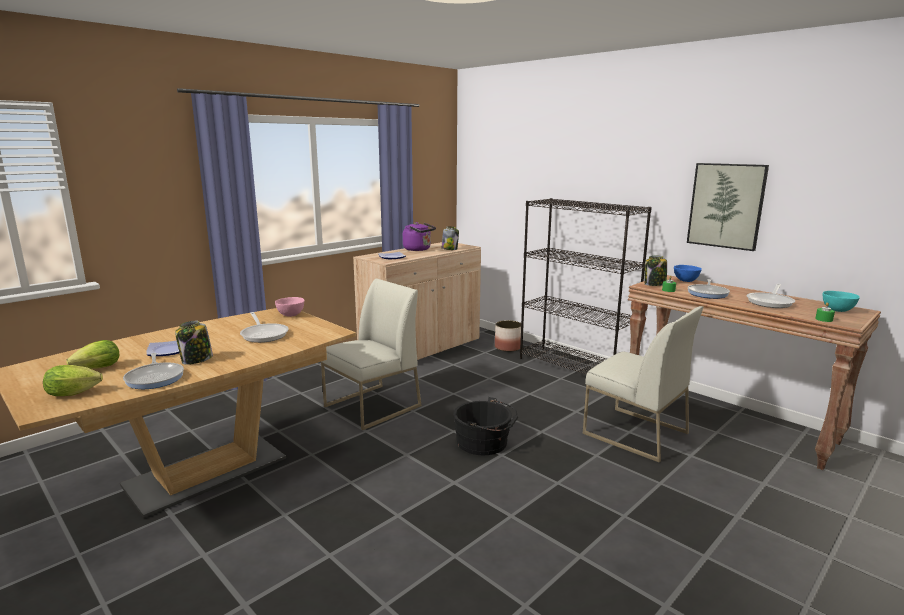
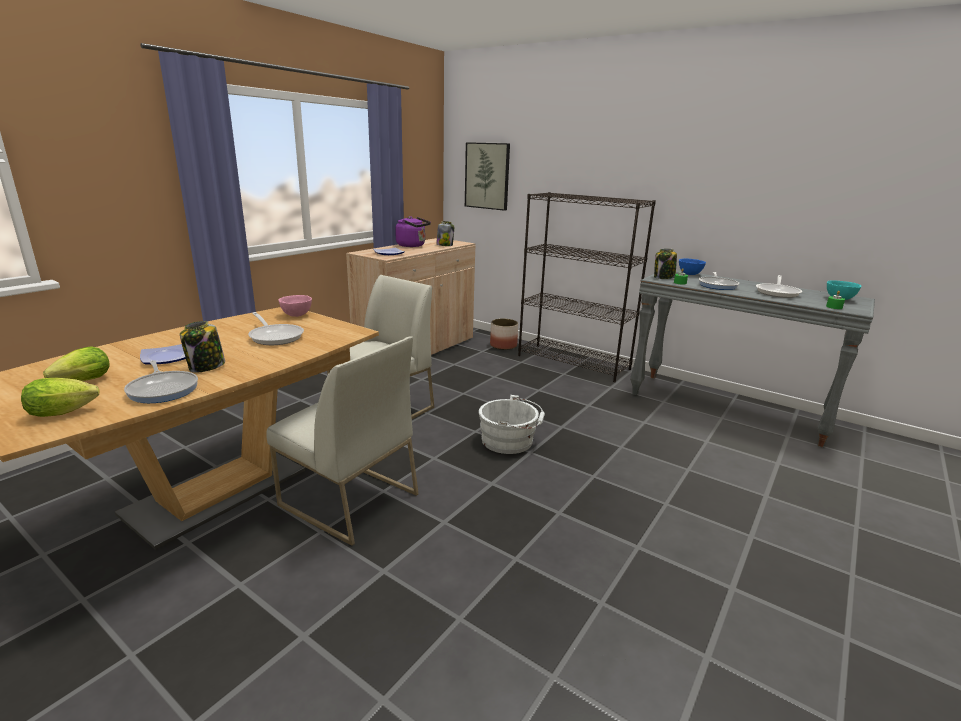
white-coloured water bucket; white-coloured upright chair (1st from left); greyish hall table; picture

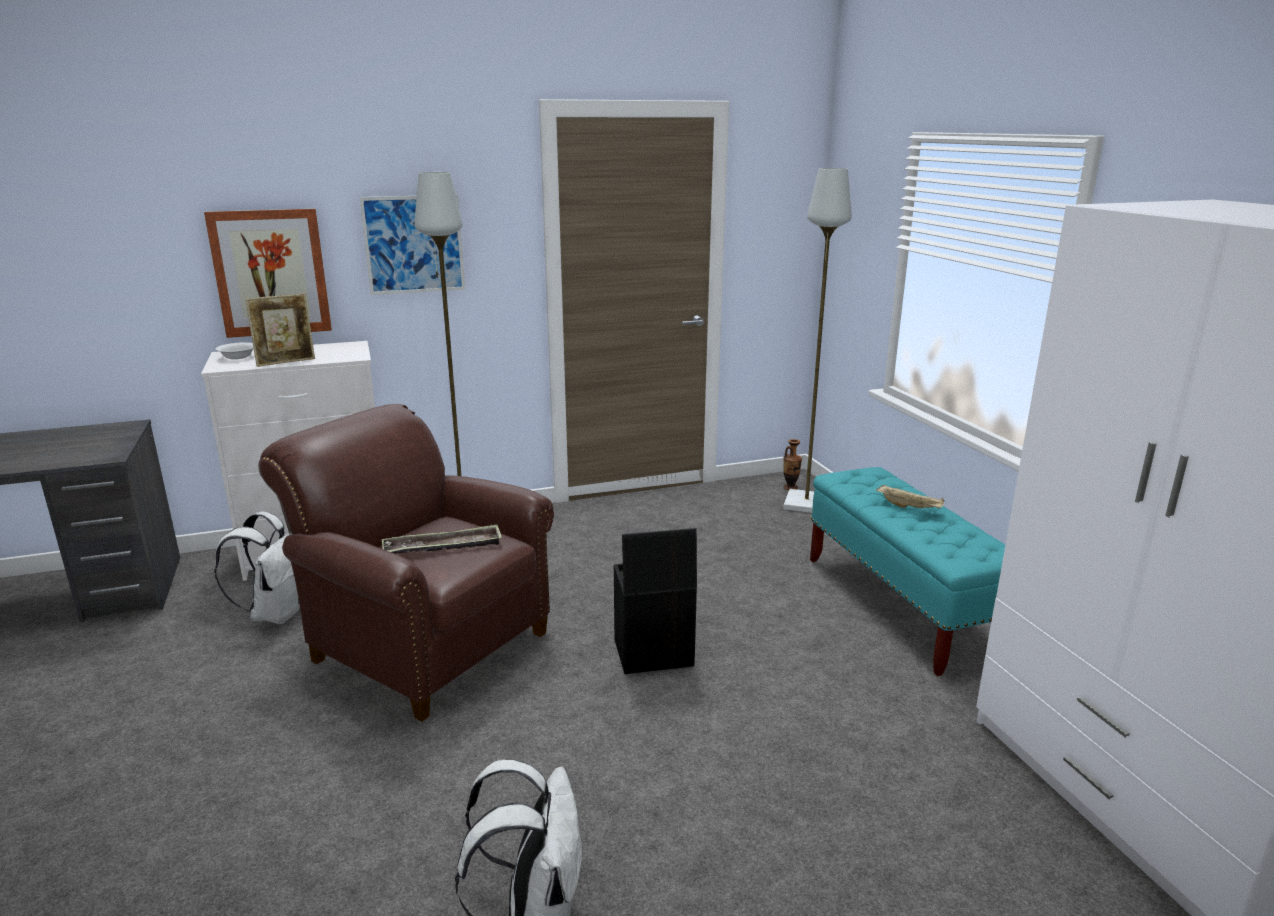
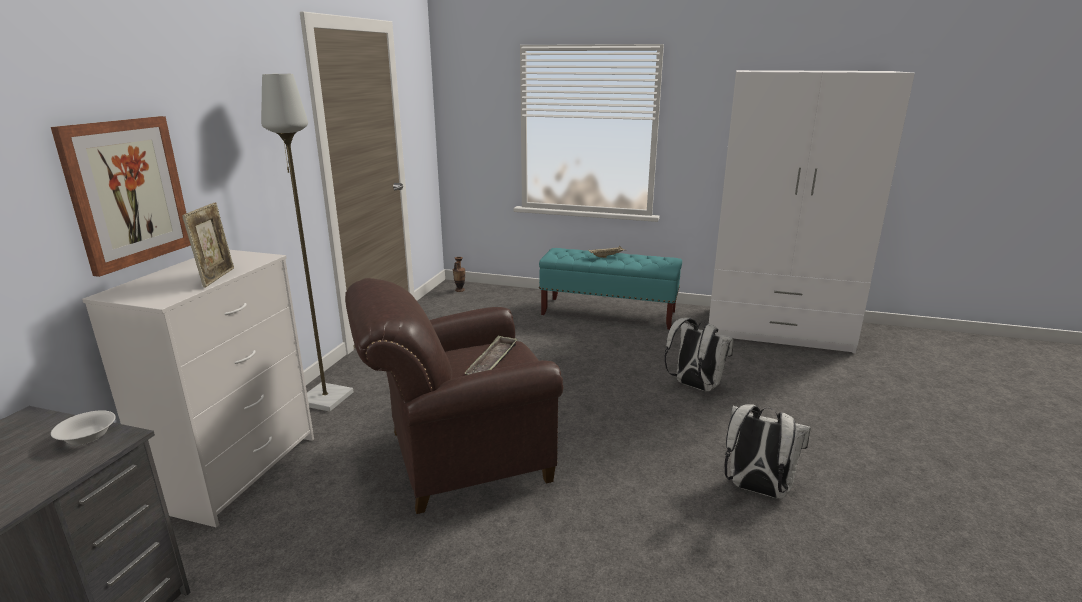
white-coloured rucksack (1st from left); white-coloured deep dish; picture (2nd from left in the first image); blackish storage container; greyish floor lamp (2nd from left in the first image)

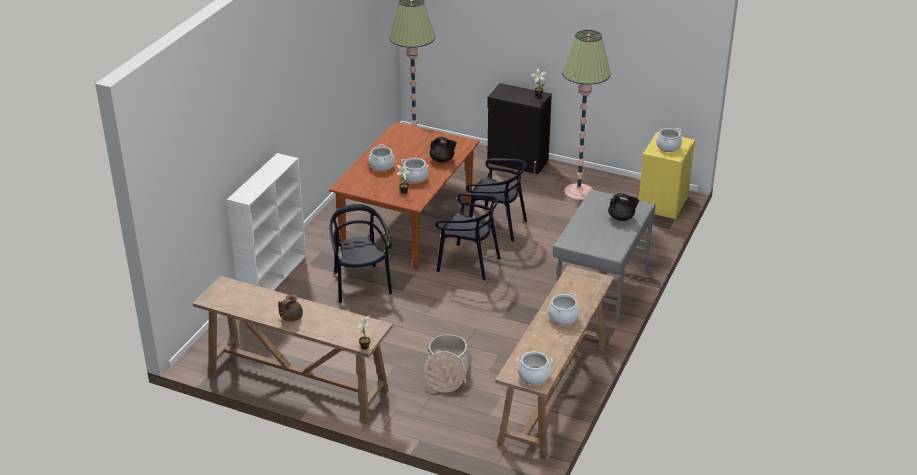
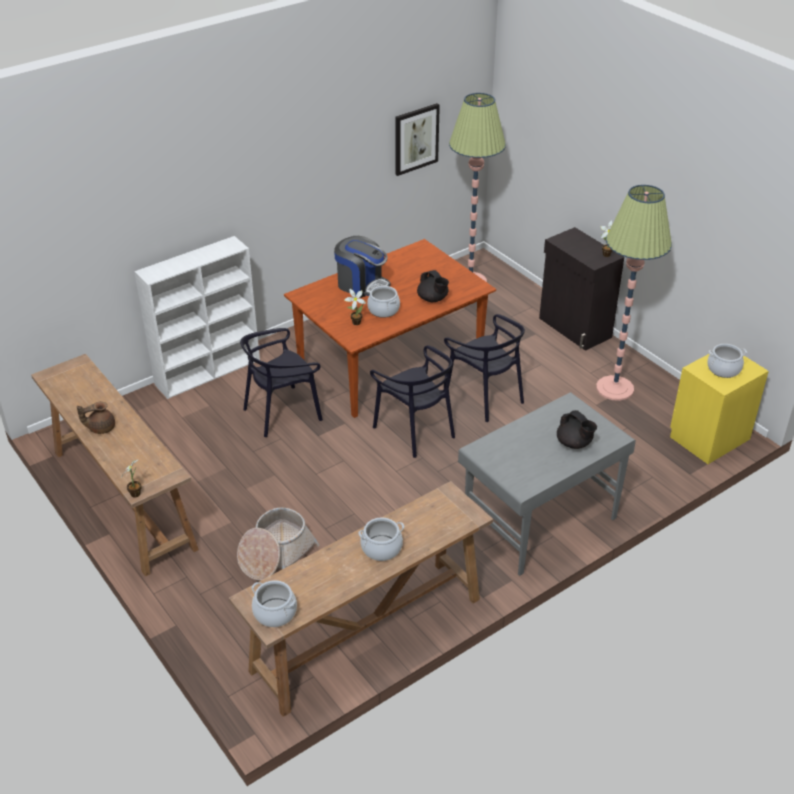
blackish upright chair (1st from left); coffee brewer; picture

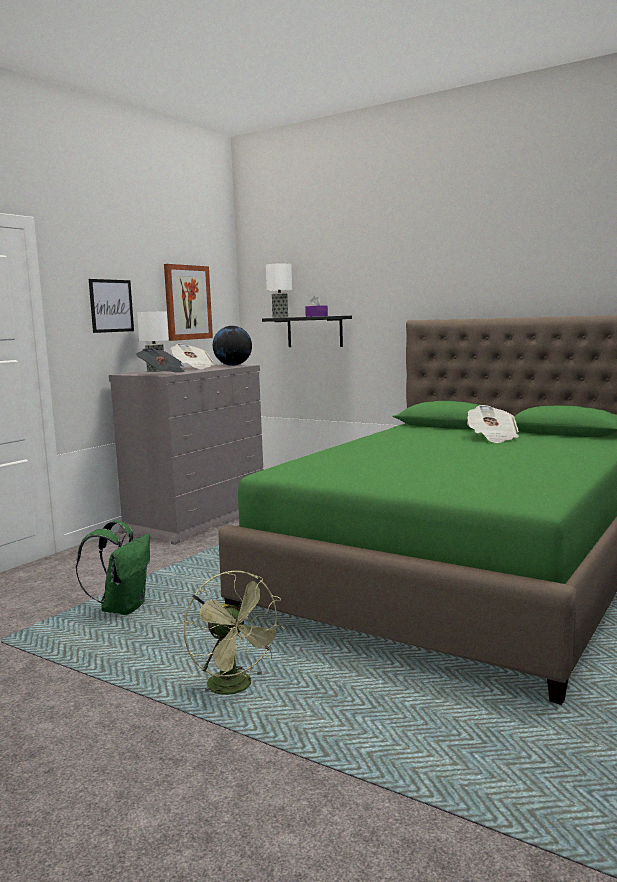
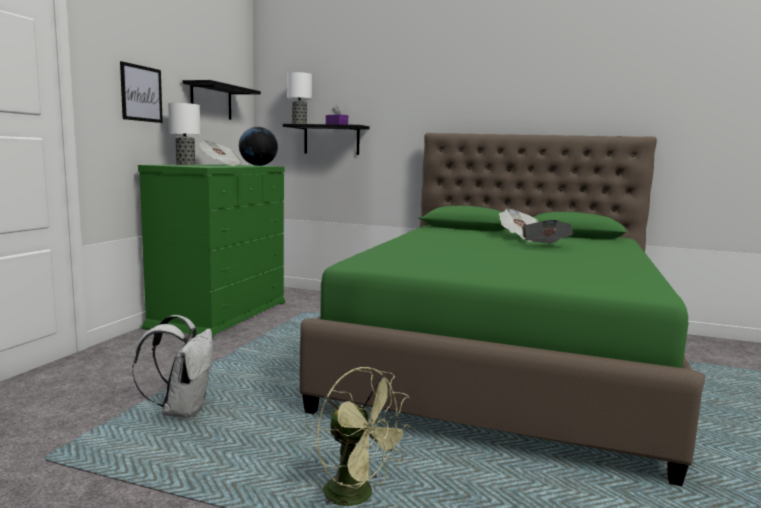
white-coloured rucksack; greenish chest of drawers; daily paper (3rd from left); blackish wall shelf (1st from left)

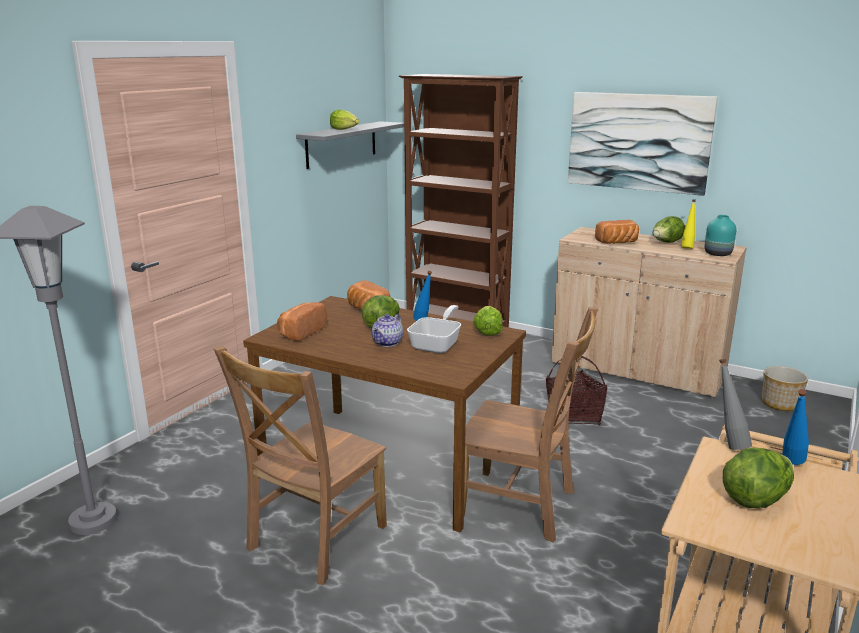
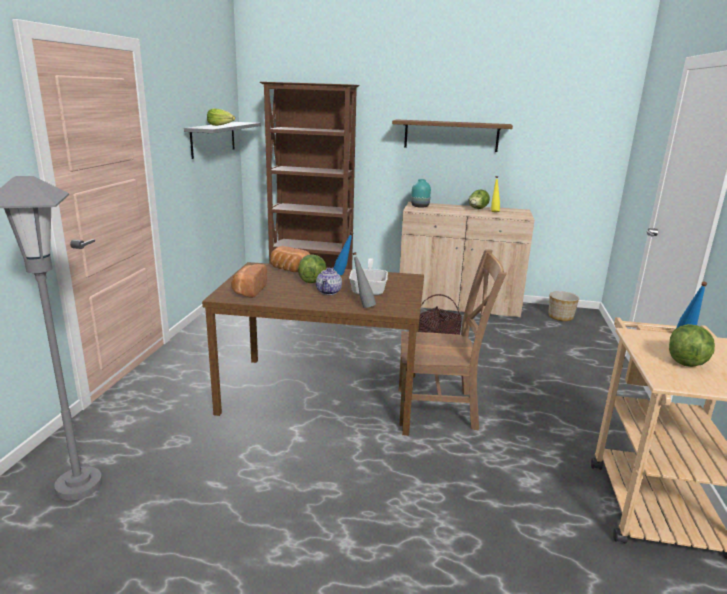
brownish upright chair (1st from left in the first image); lettuce head (3rd from left in the first image); brownish wall shelf; bread (3rd from left in the first image); blue-green decorative vase; greyish drink bottle

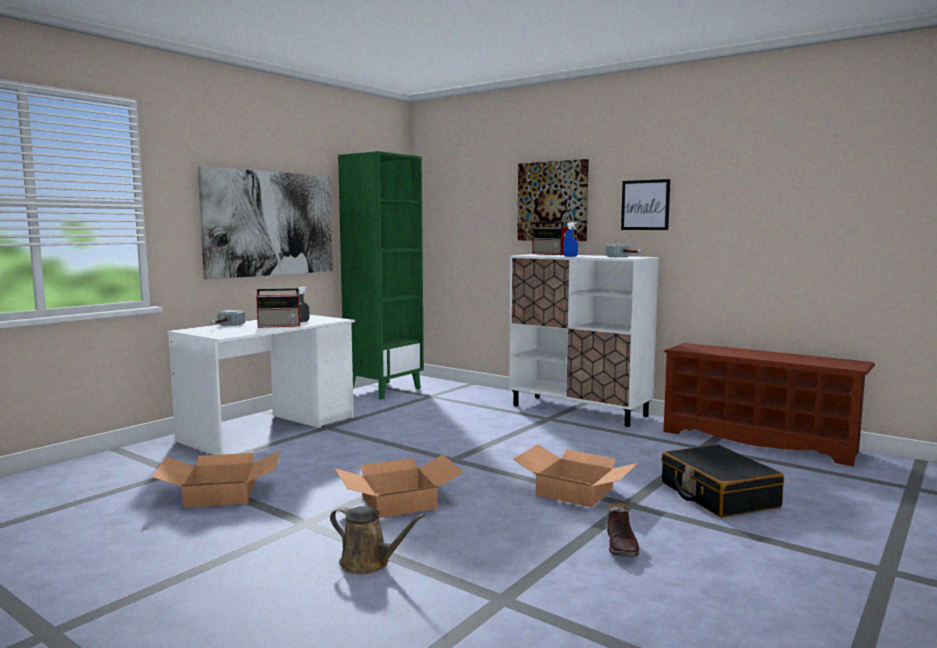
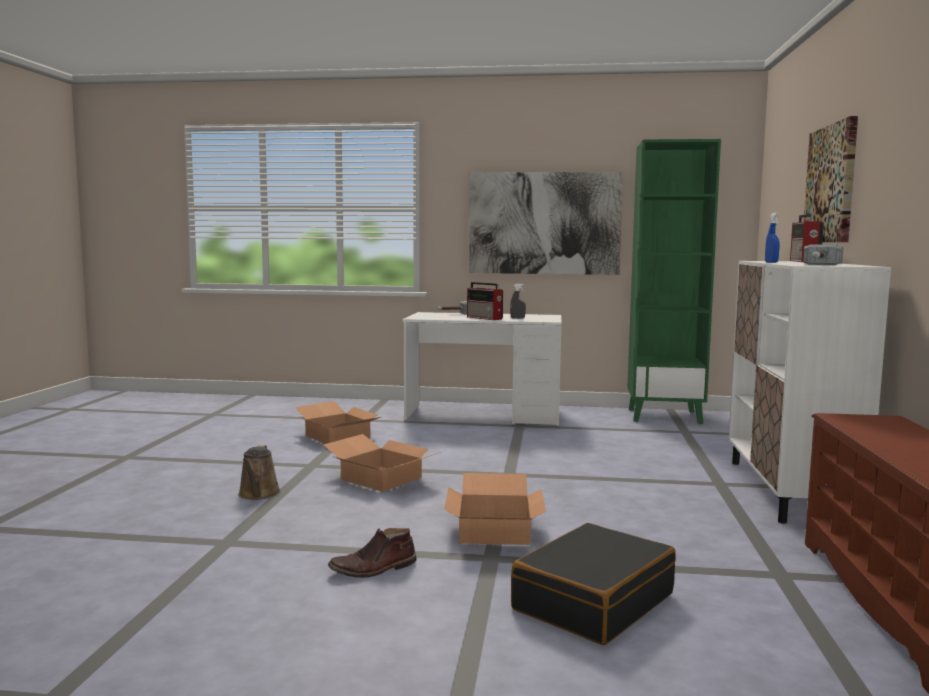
picture (3rd from left in the first image)

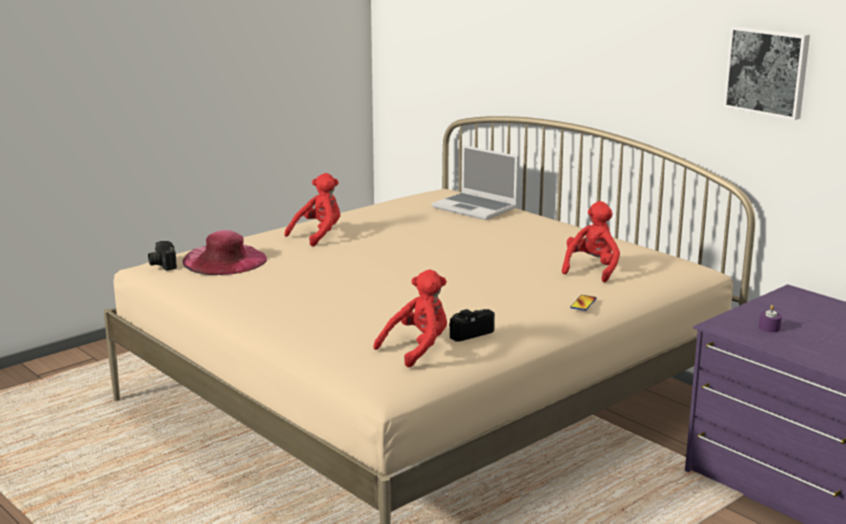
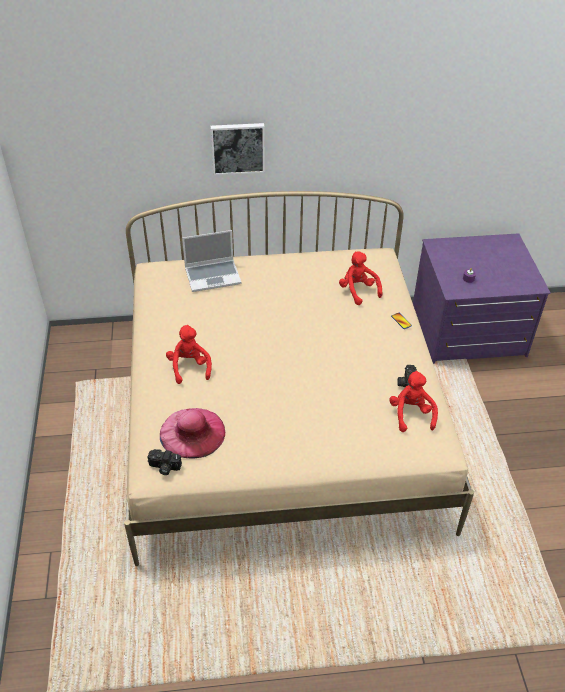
picture

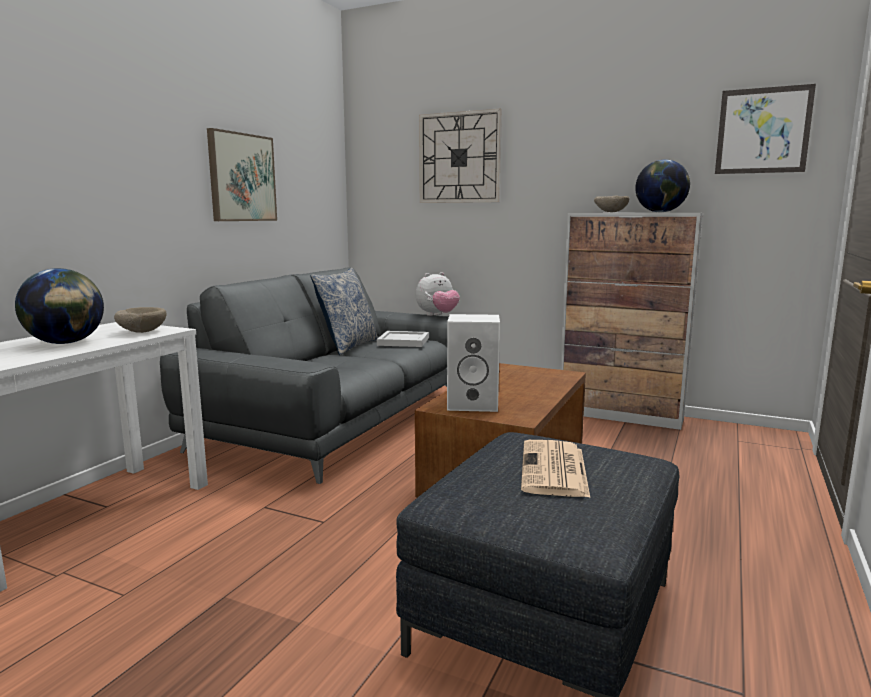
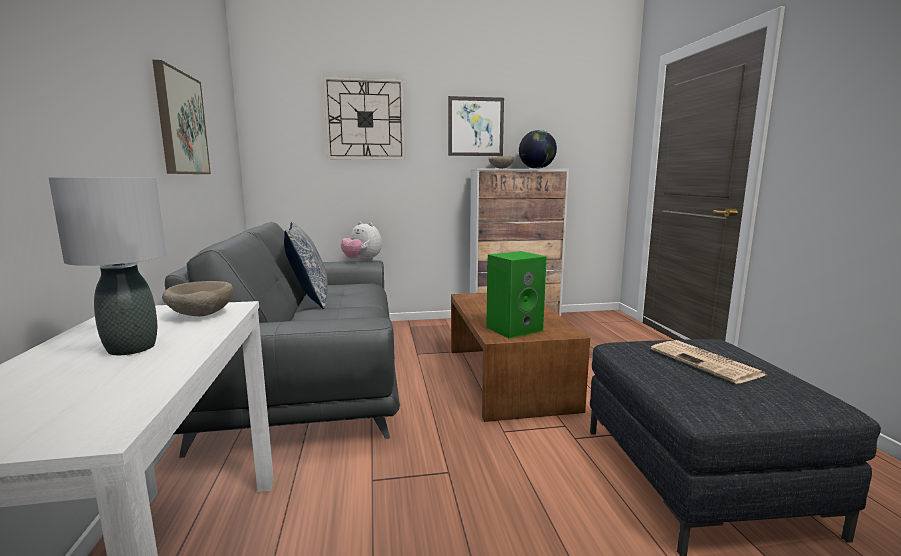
greyish lamp for a table; white-coloured tray; cuddly toy; greenish speaker; picture (2nd from left)

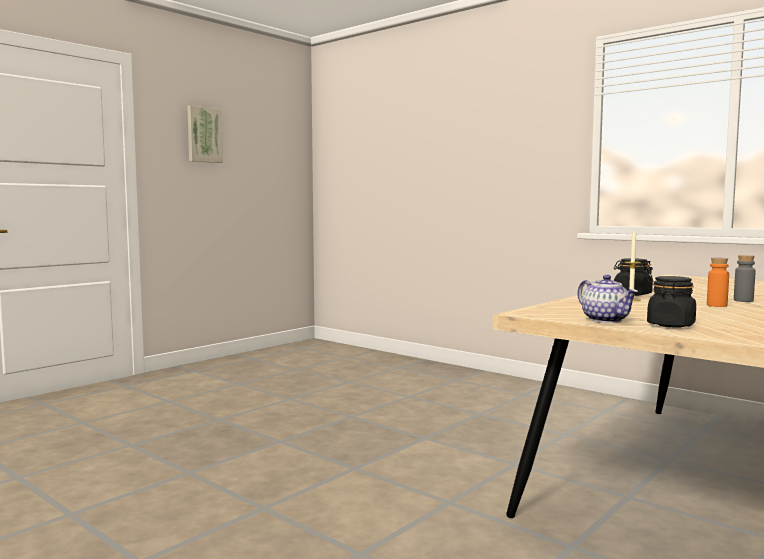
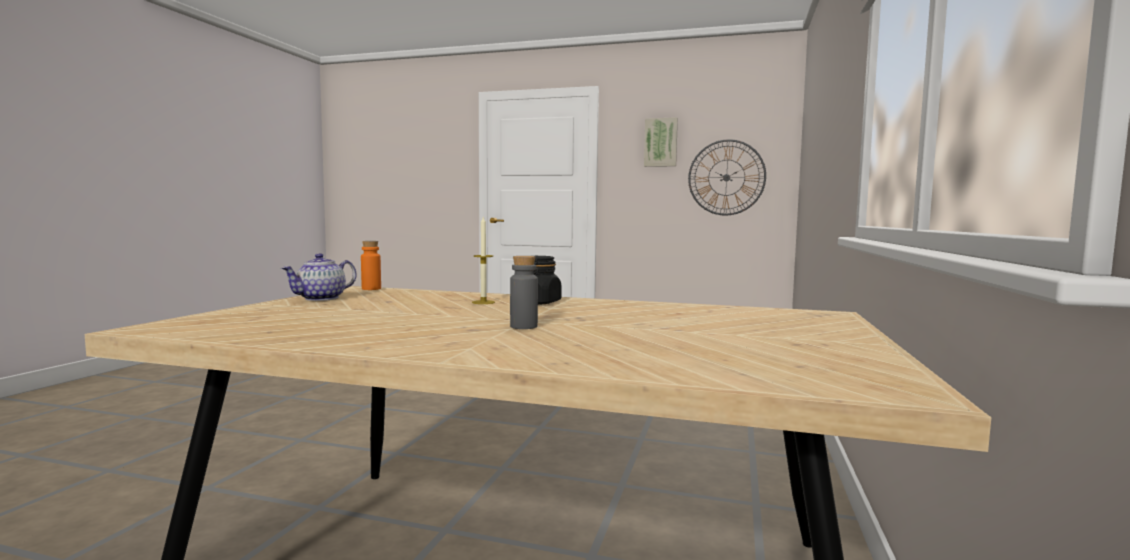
blackish preserve jar (2nd from left in the first image); orange drink bottle; wall clock

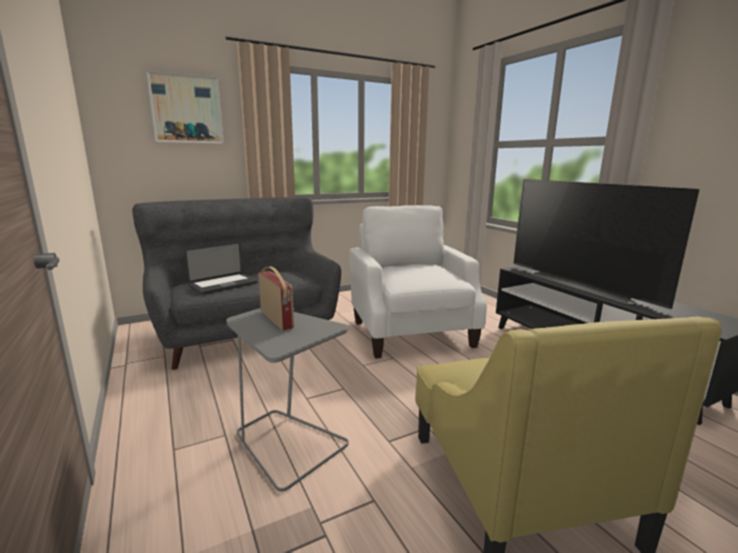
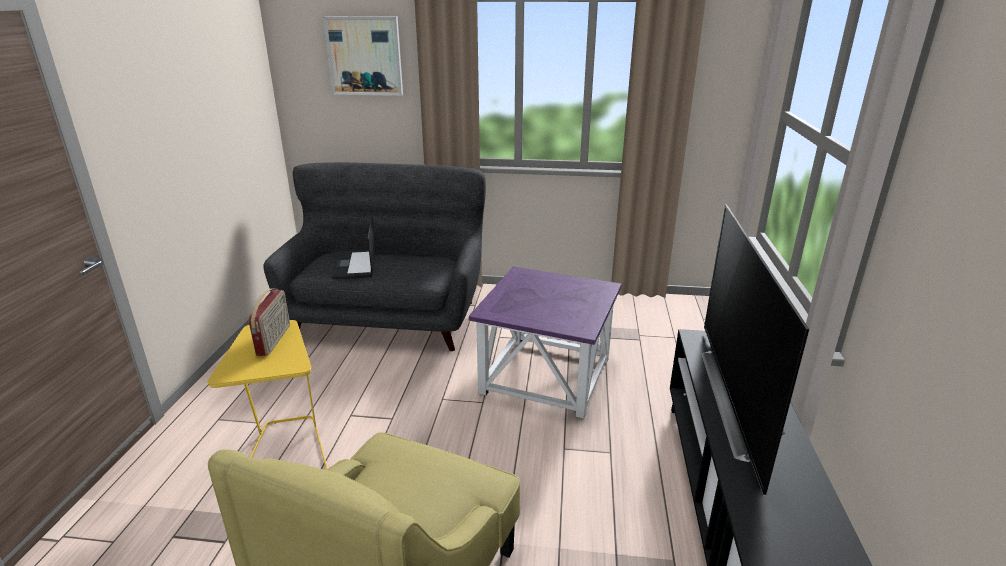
laptop; yellowish accent table; purple accent table

